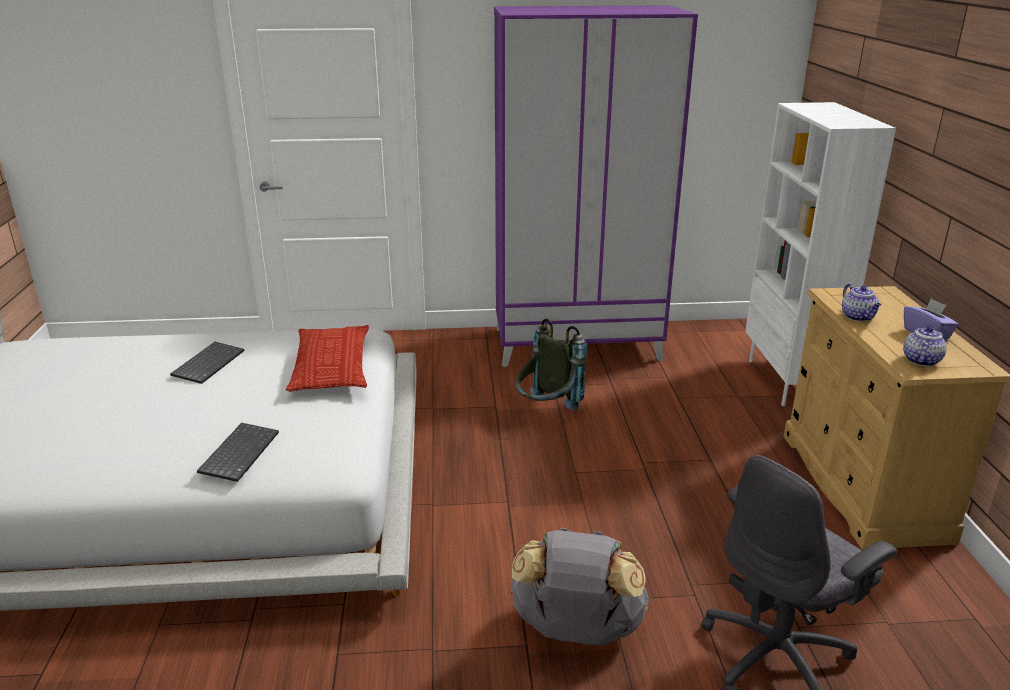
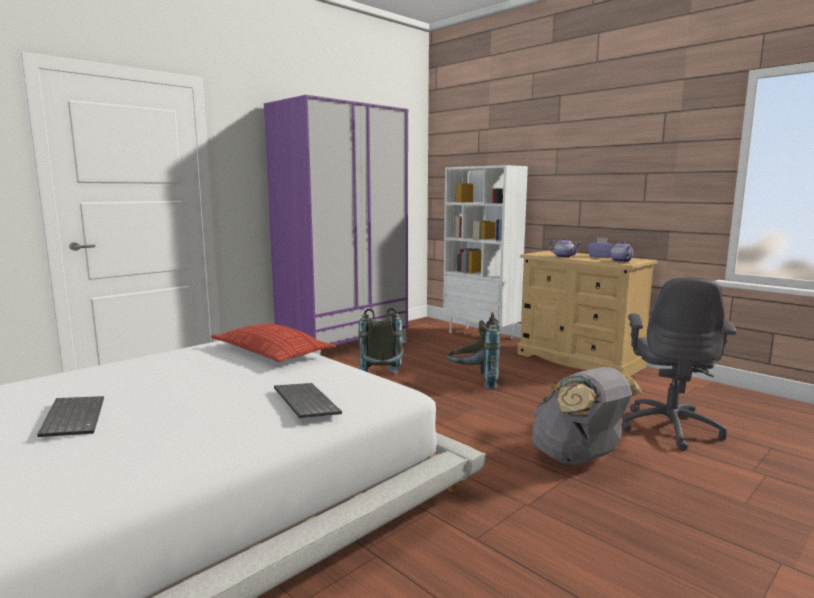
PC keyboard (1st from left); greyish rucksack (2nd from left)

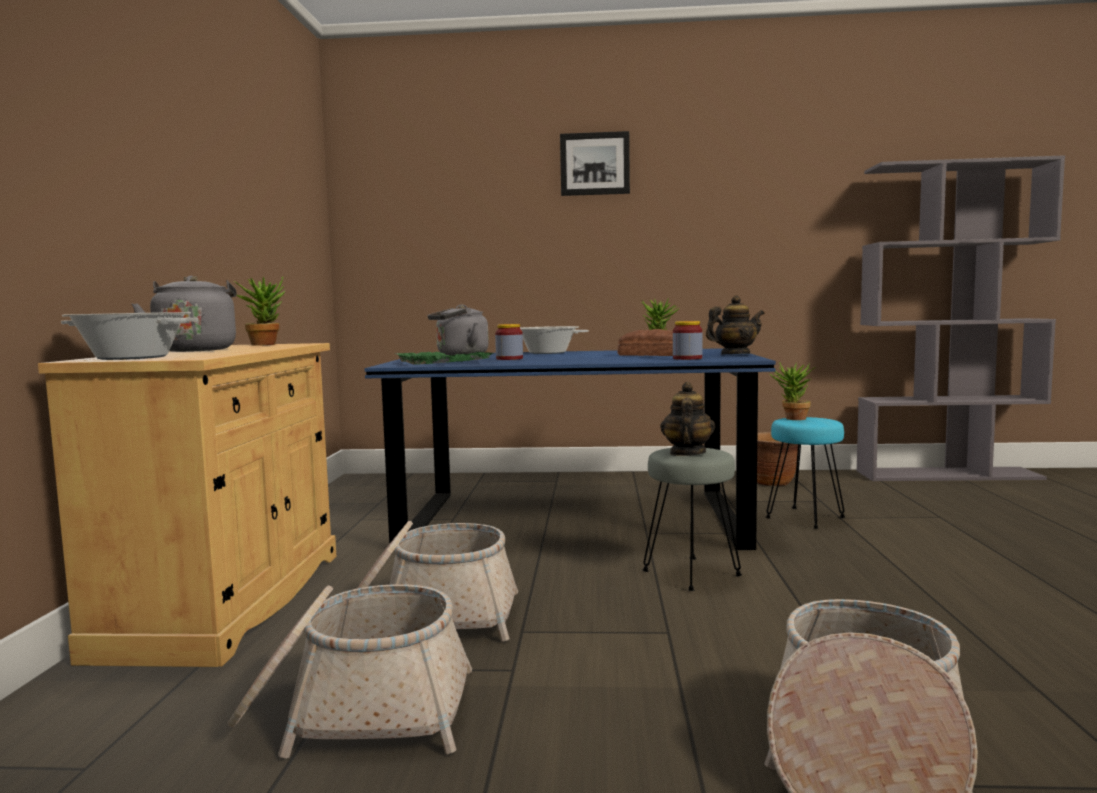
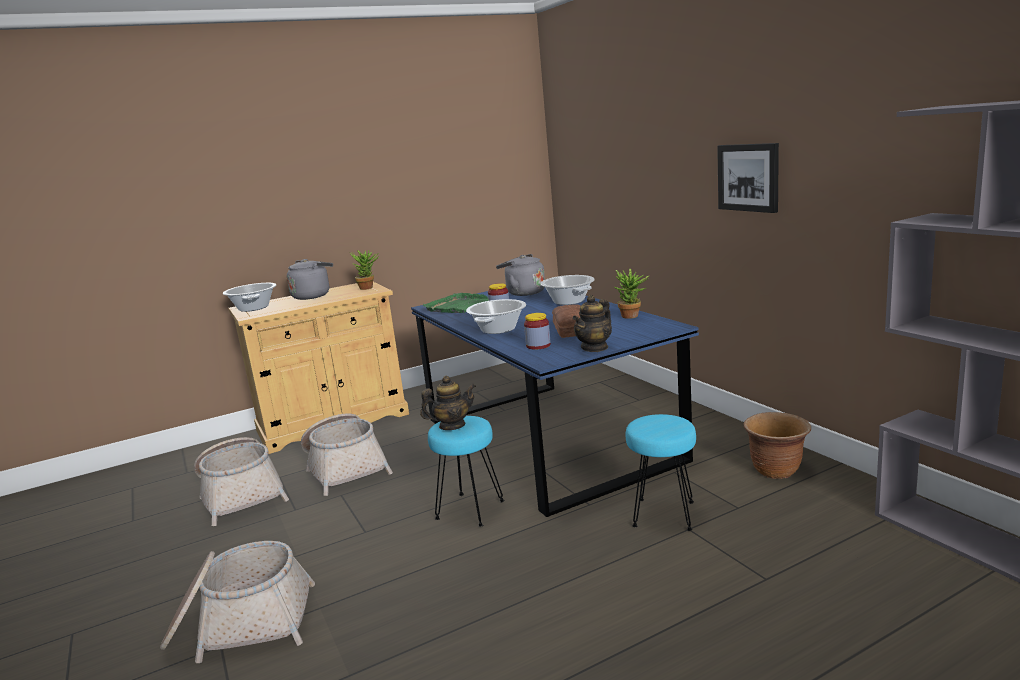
picture; blue-green stool (1st from left); pot for tea (2nd from left); plant in a pot (3rd from left in the first image); stockpot (2nd from left)

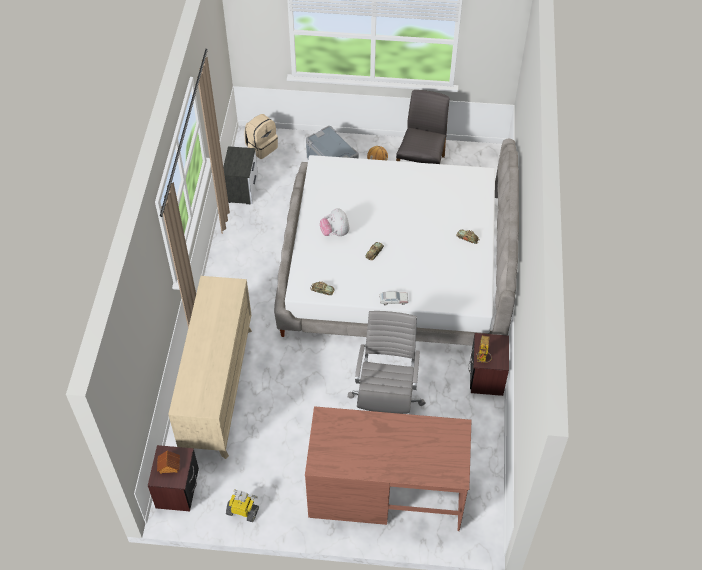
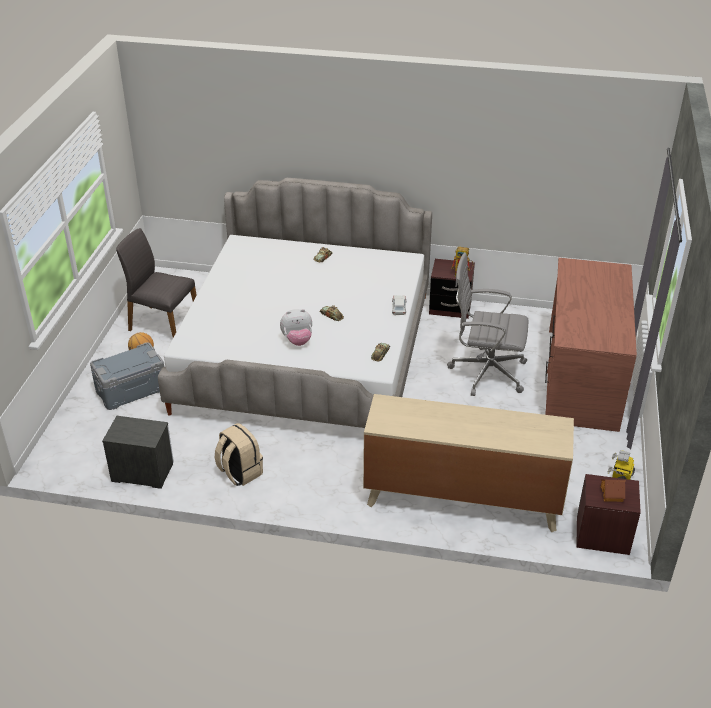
sand-coloured rucksack

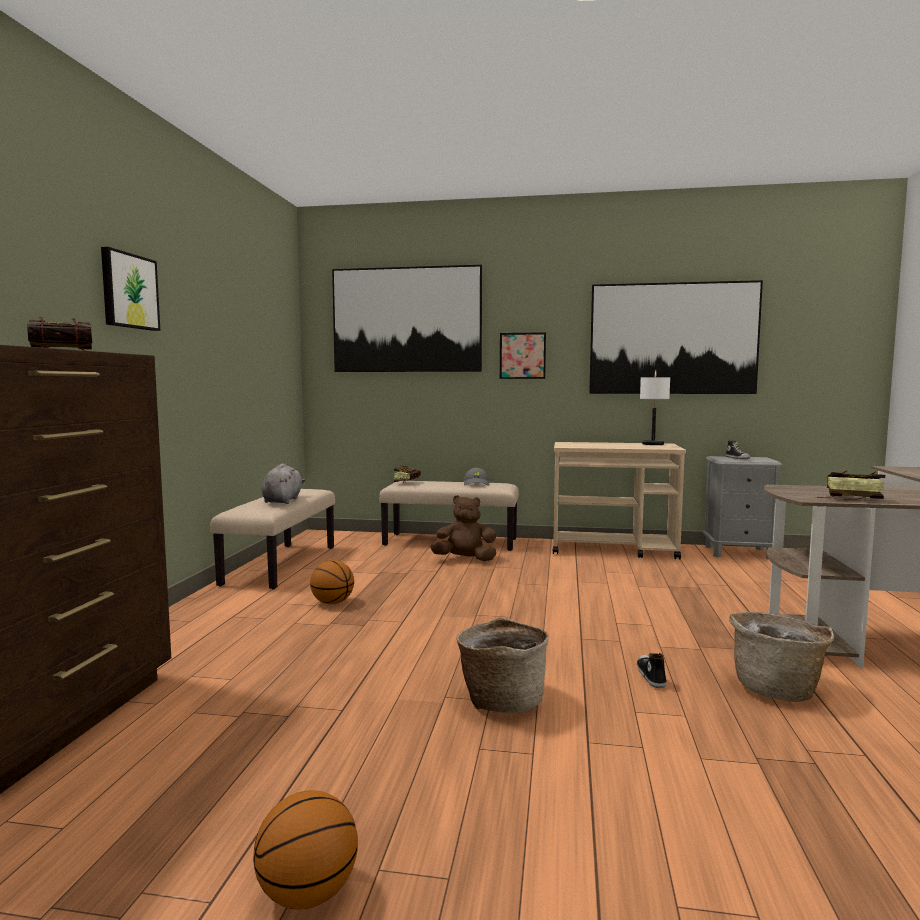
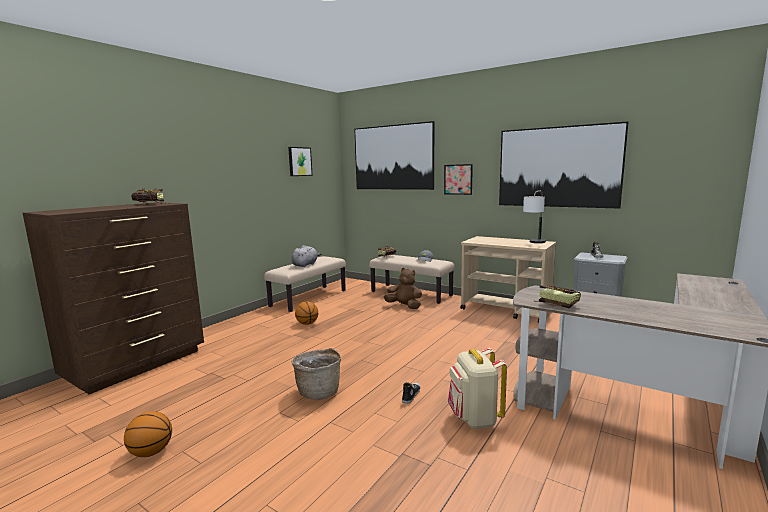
picture (1st from left); sand-coloured rucksack

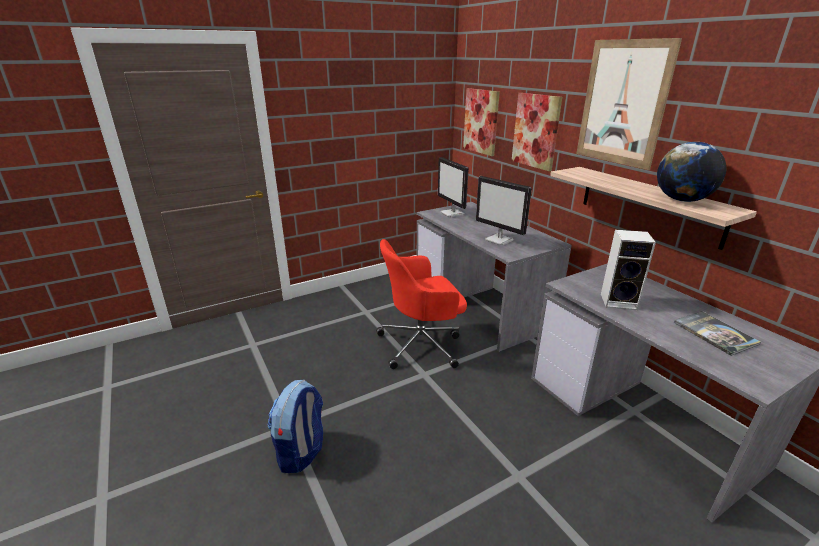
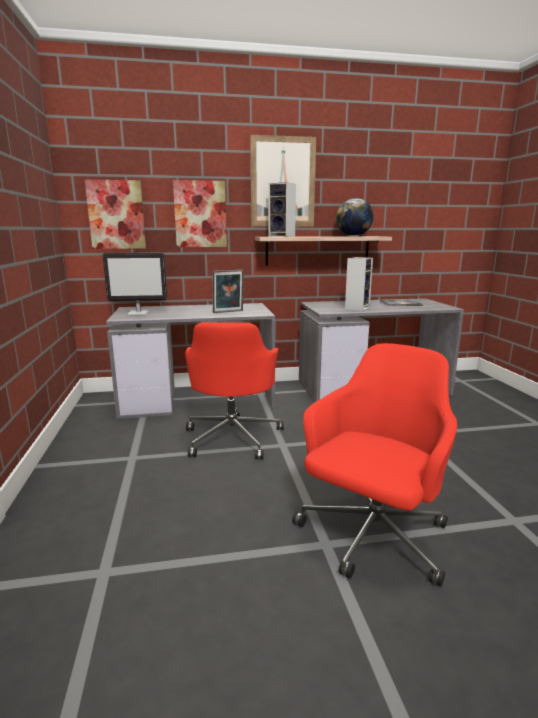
red desk chair (2nd from left); picture frame; speaker (1st from left)

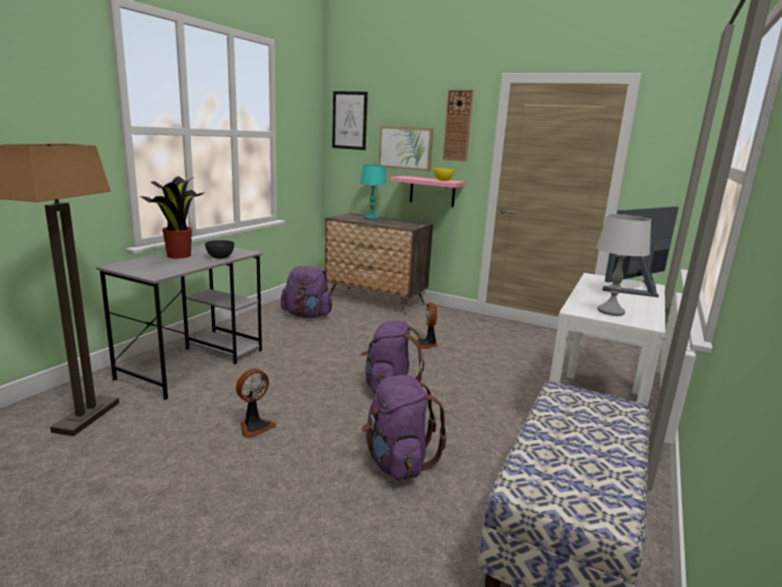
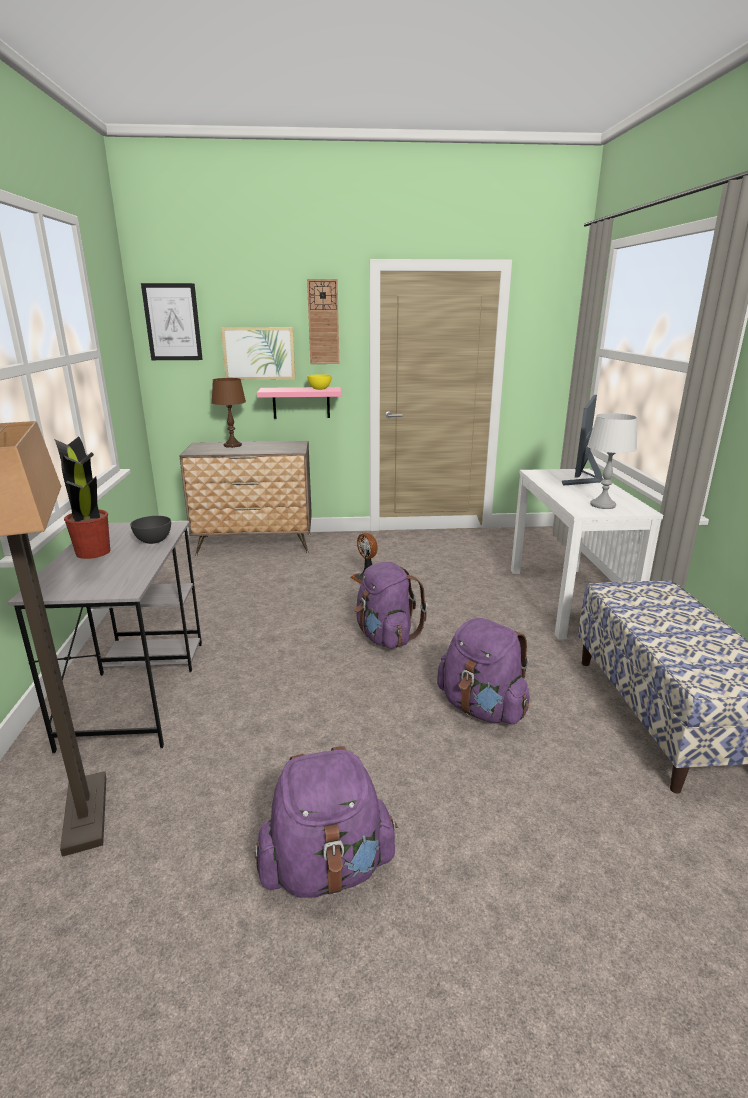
cooling fan (1st from left in the first image); purple rucksack (1st from left); brownish lamp for a table

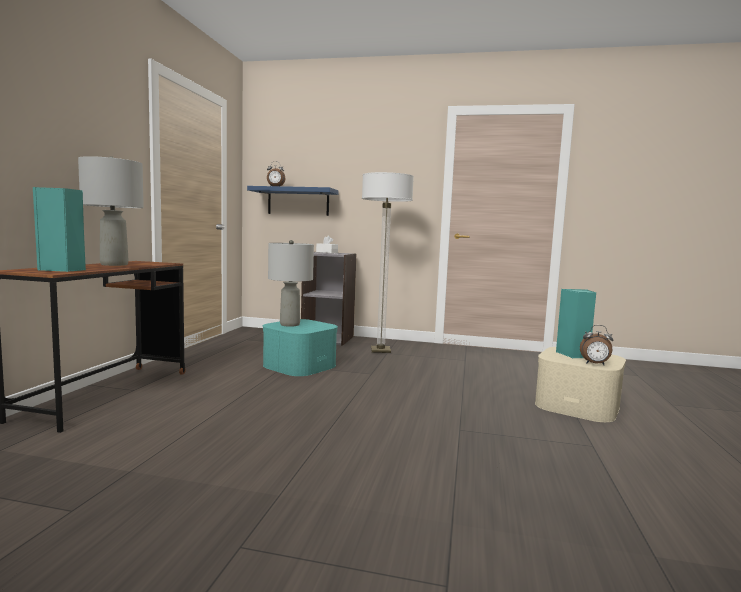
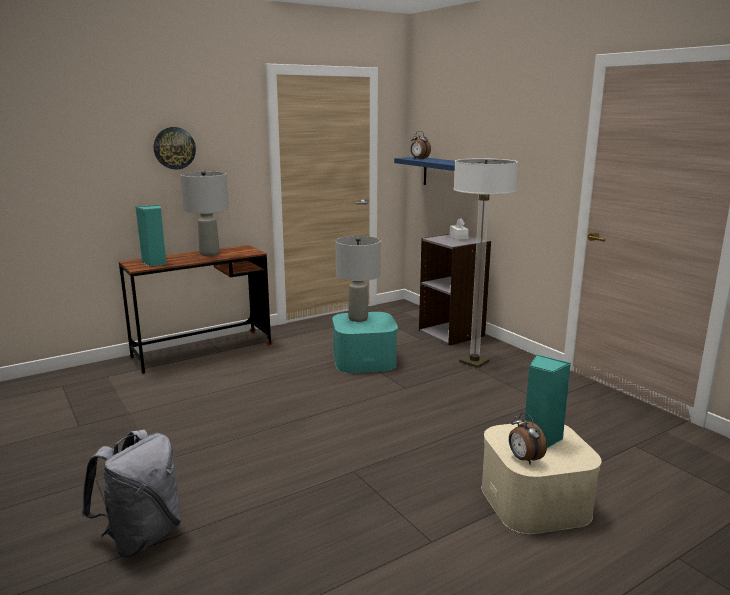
greyish rucksack; wall clock

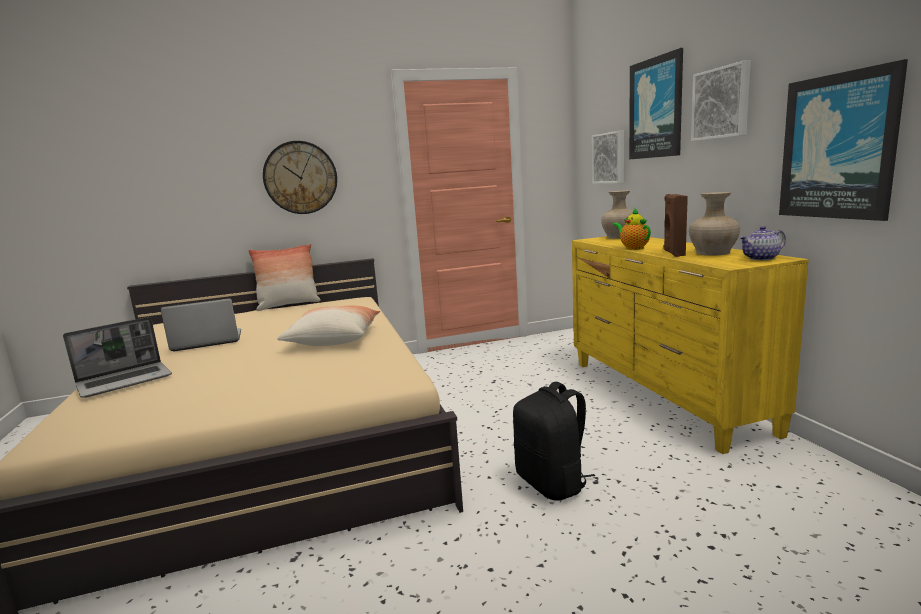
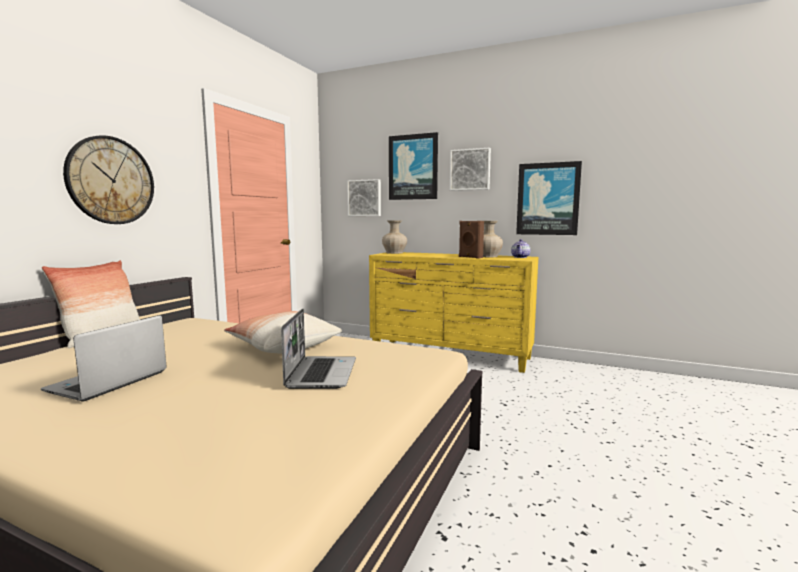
laptop (2nd from left); blackish rucksack; pot for tea (1st from left in the first image)

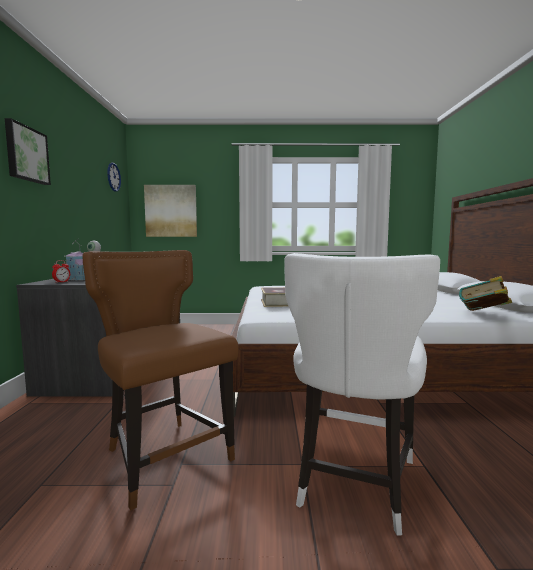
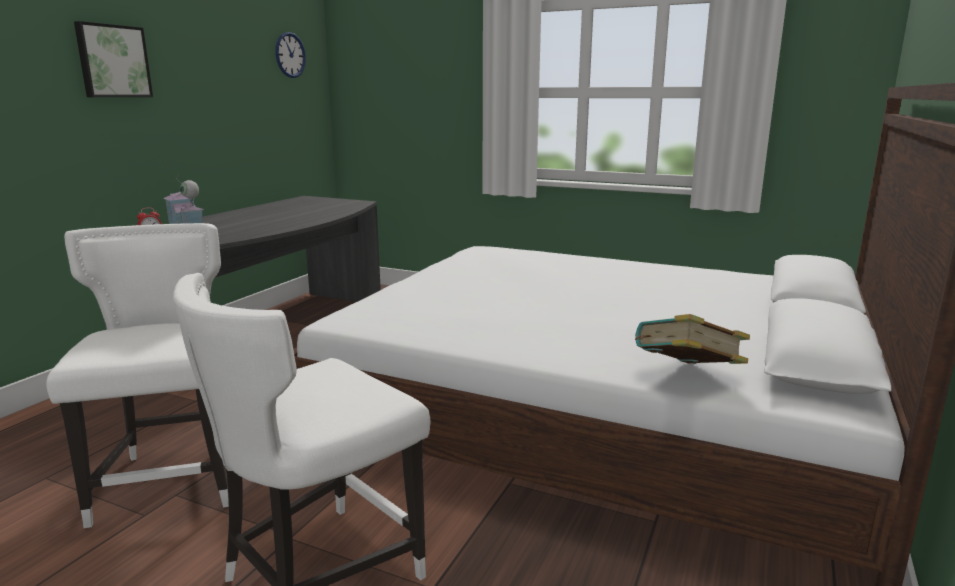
white-coloured upright chair (1st from left); picture (2nd from left in the first image); volume (1st from left in the first image)

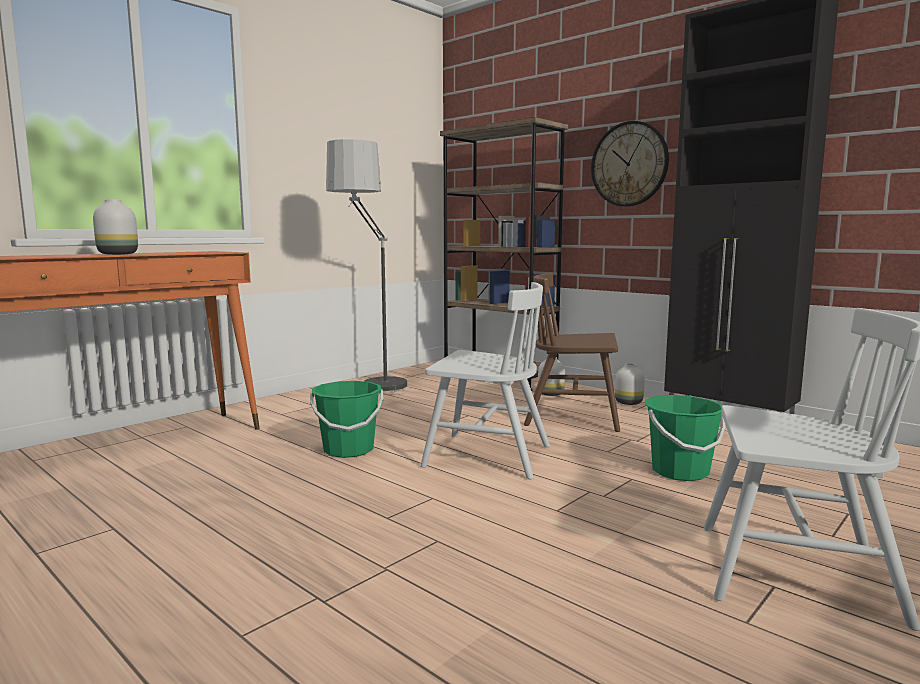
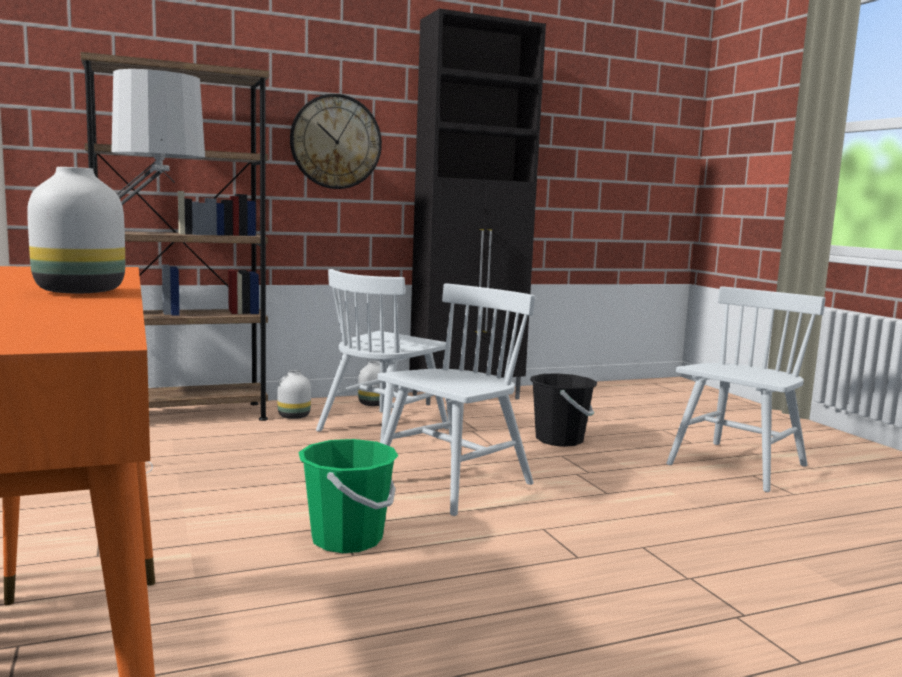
white-coloured upright chair (1st from left); blackish water bucket

